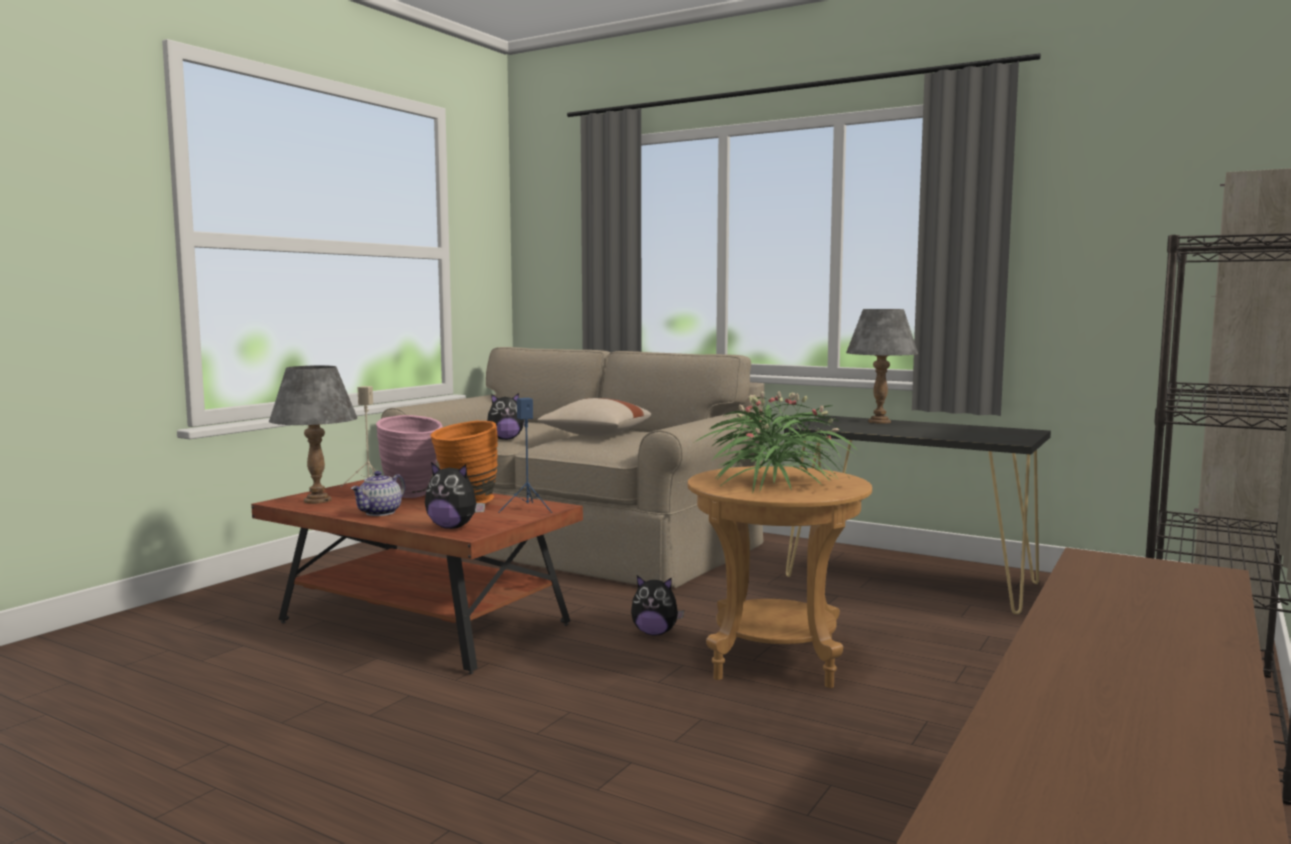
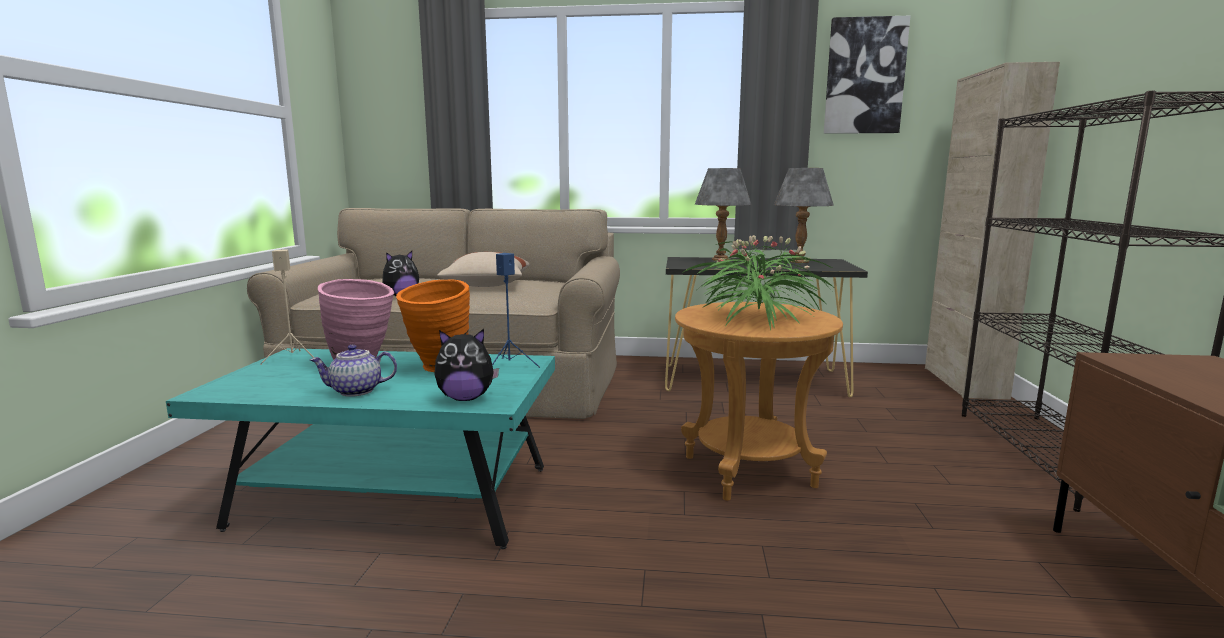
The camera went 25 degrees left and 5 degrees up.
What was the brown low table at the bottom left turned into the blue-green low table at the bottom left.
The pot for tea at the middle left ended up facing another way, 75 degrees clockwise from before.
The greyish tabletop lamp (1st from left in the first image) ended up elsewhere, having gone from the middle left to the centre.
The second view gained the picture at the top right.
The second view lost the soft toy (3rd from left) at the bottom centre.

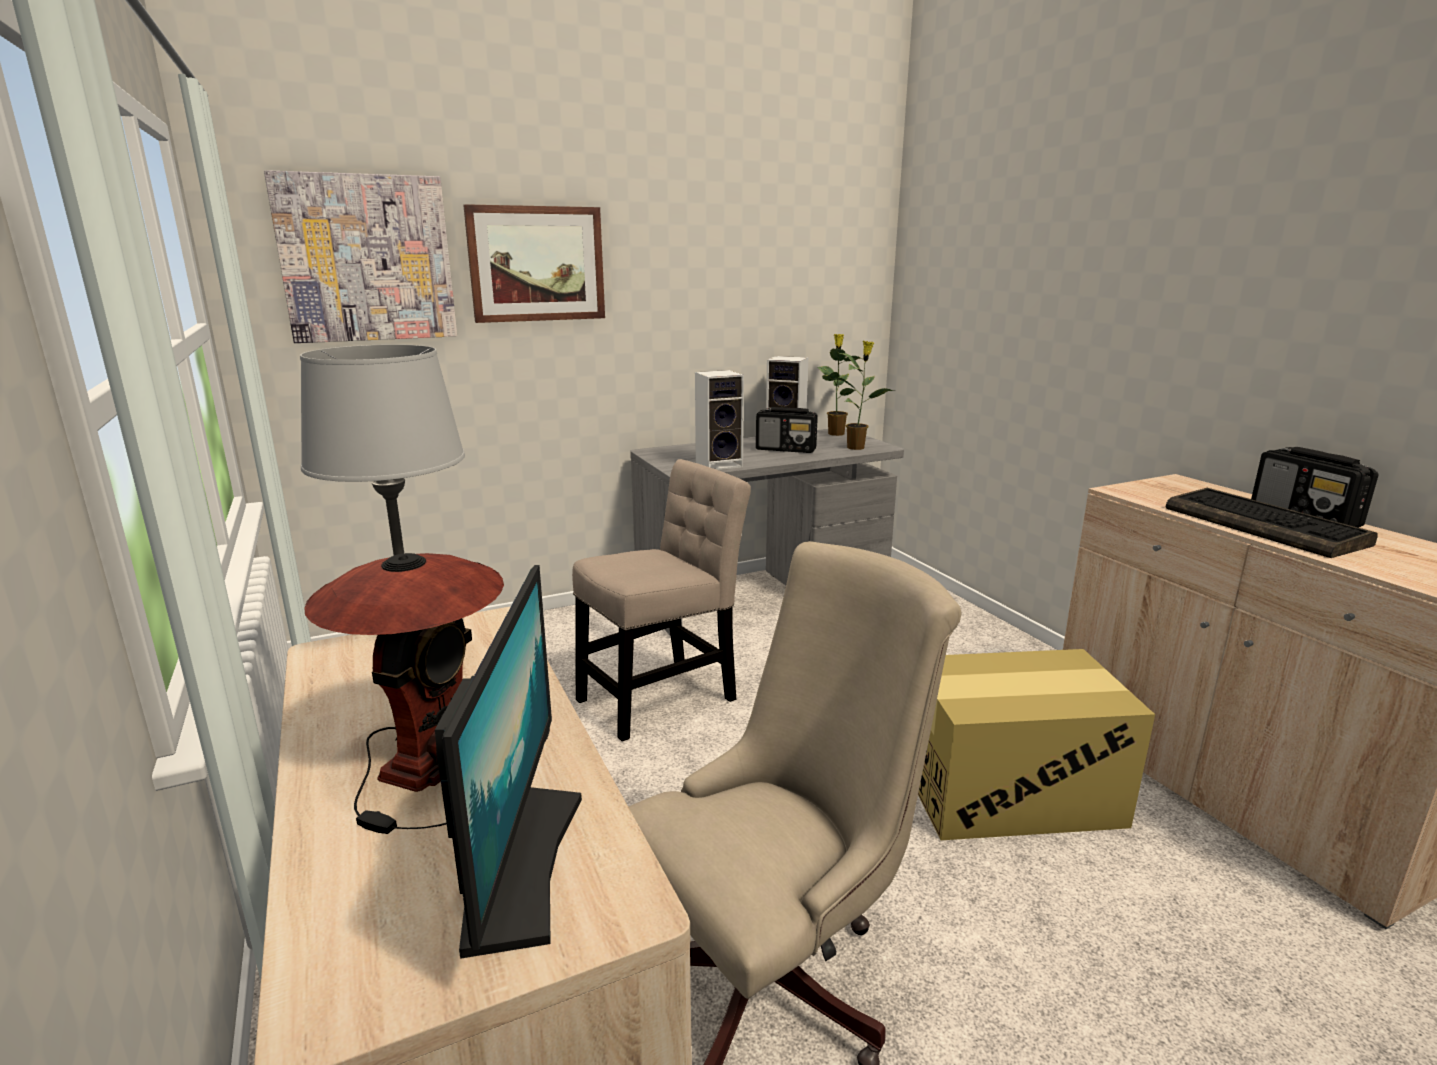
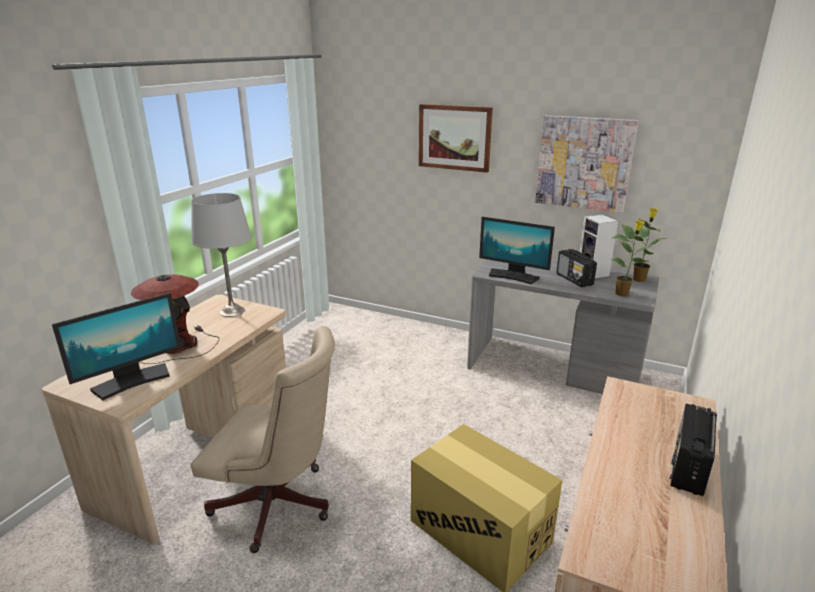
The camera went 50 degrees right and 5 degrees up.
Where the audio speaker (1st from left) stood at the centre, the computer display (2nd from left) came to stand at the centre.
The picture (1st from left in the first image) ended up elsewhere, having gone from the top left to the top right.
The second view lost the beige plain chair at the centre.
The second view lost the computer keyboard at the middle right.

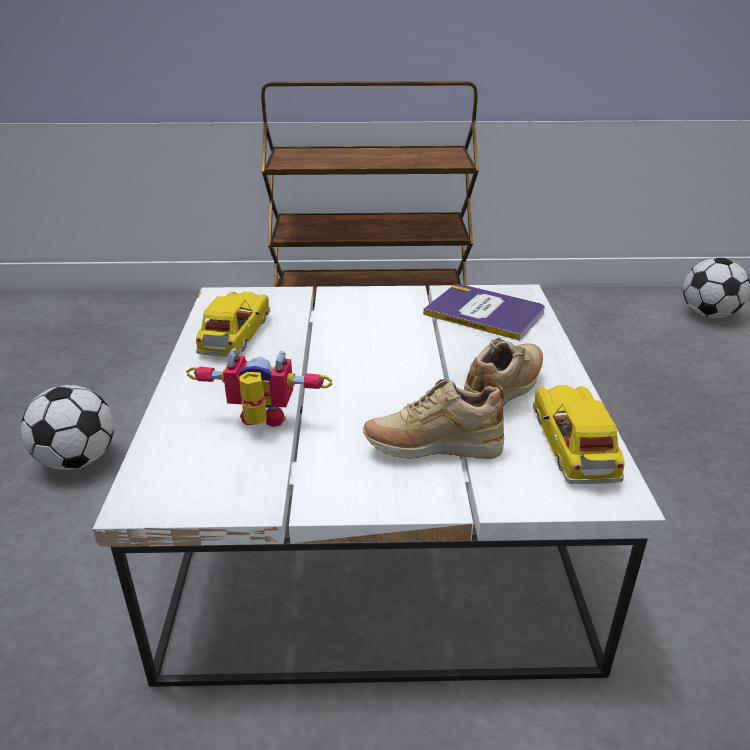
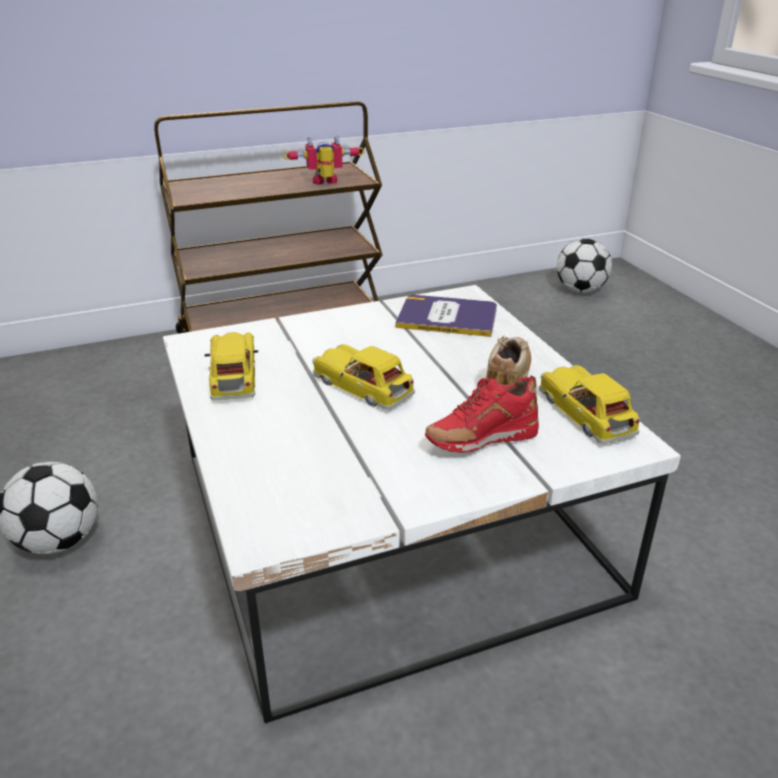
The camera went 20 degrees left and 0 degrees up.
The robot figure ended up elsewhere, having gone from the centre to the top centre.
The second view gained the toy car (2nd from left) at the centre.
What was the beige shoe (1st from left) at the centre turned into the reddish shoe at the centre.

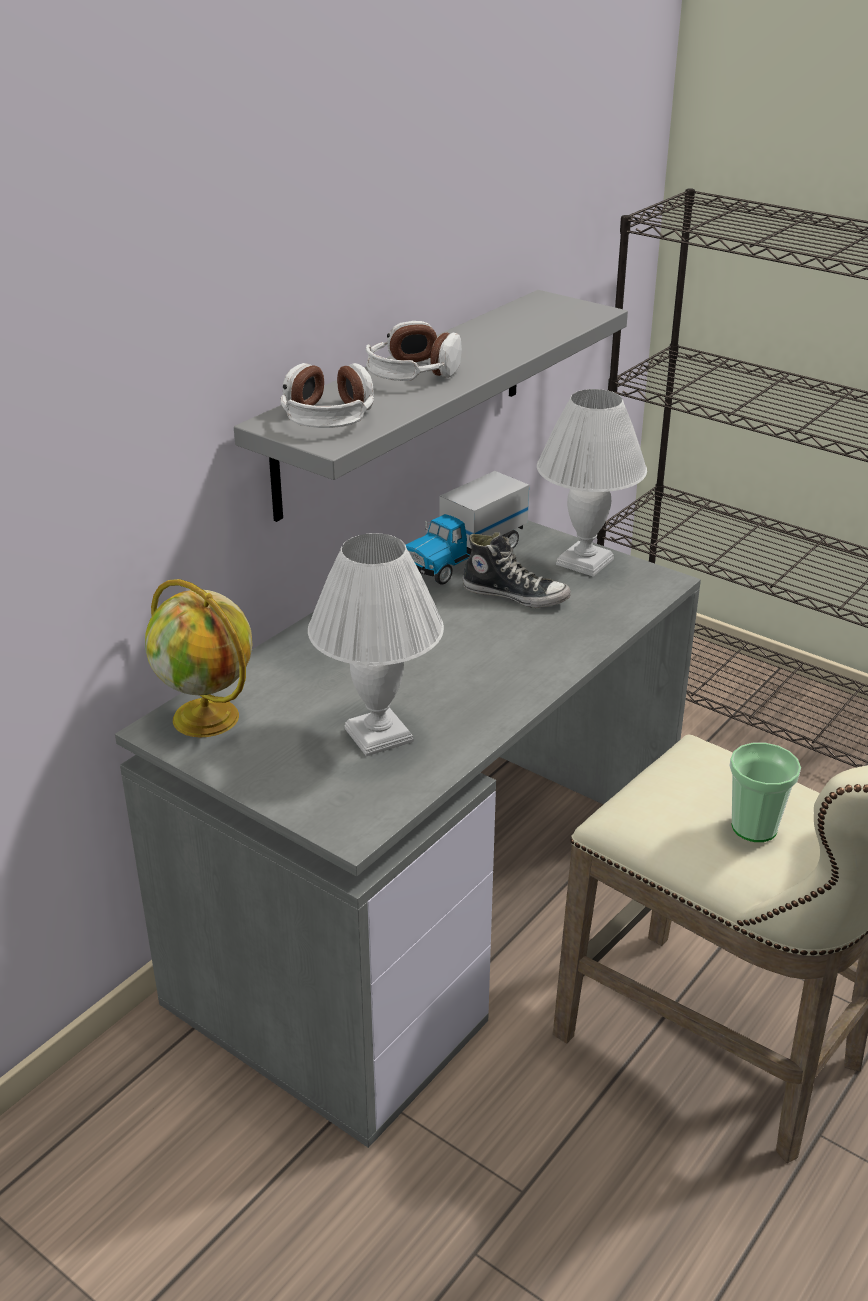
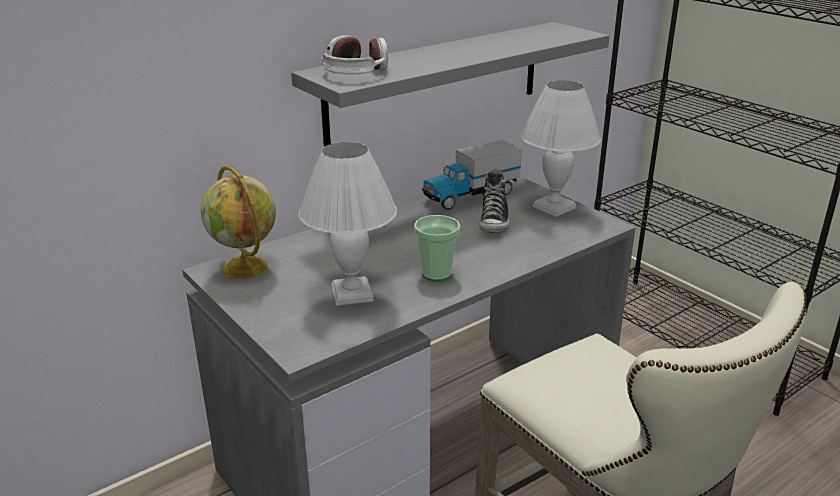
The camera went 15 degrees right and 5 degrees down.
The cup ended up elsewhere, having gone from the middle right to the centre.
The shoe at the centre ended up facing another way, 60 degrees clockwise from before.
The second view lost the headphones (2nd from left) at the top centre.

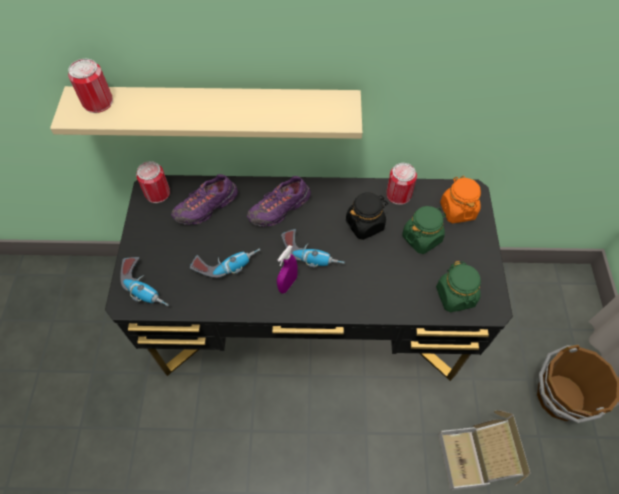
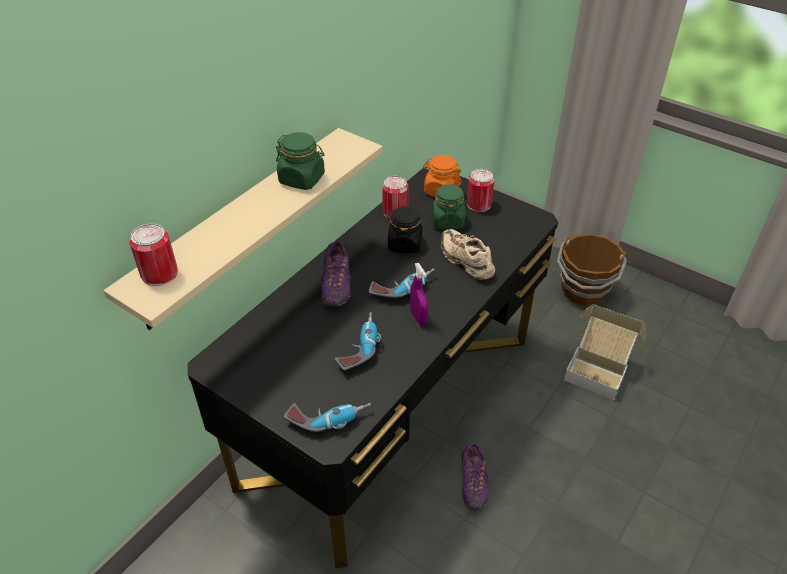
The camera went 55 degrees left and 15 degrees down.
The green-coloured storage jar (2nd from left in the first image) ended up elsewhere, having gone from the middle right to the top centre.
The second view gained the beige shoe at the centre.
The purple shoe (1st from left in the first image) ended up elsewhere, having gone from the middle left to the bottom centre.
The sealed can (2nd from left in the first image) ended up elsewhere, having gone from the middle left to the top centre.

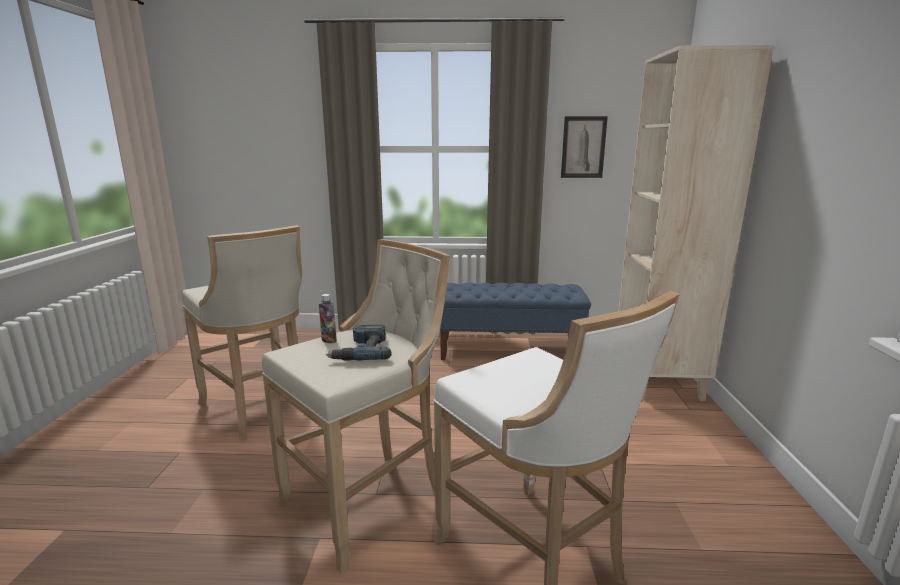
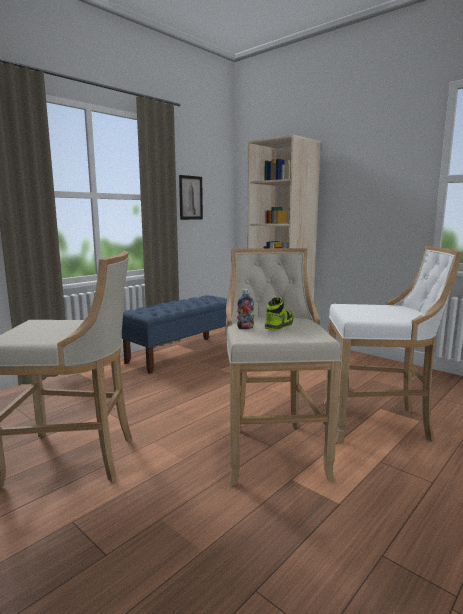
The camera went 50 degrees left and 5 degrees down.
Where the power drill stood at the centre, the shoe came to stand at the centre.

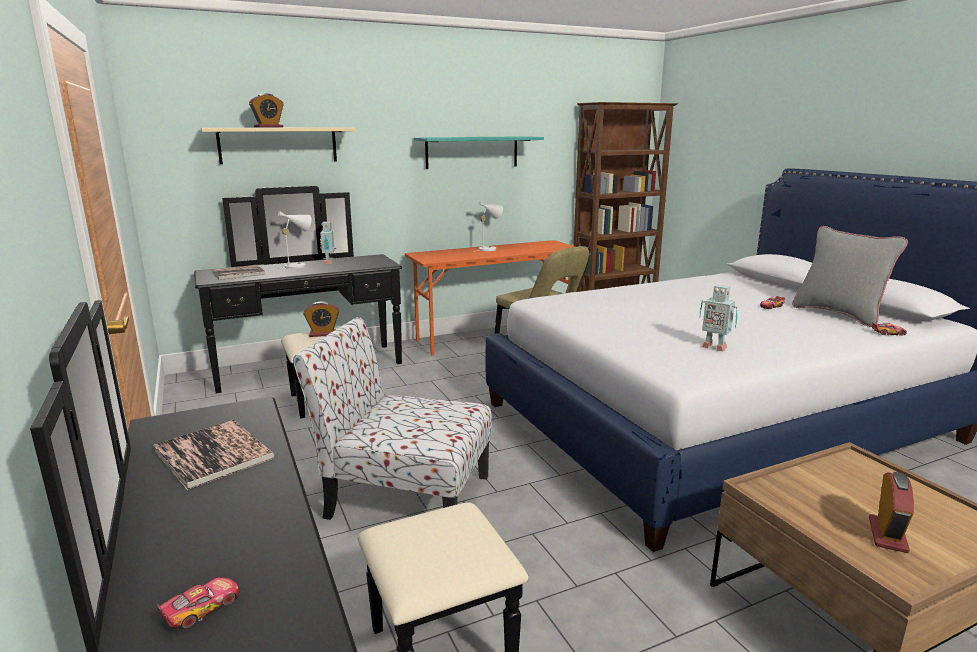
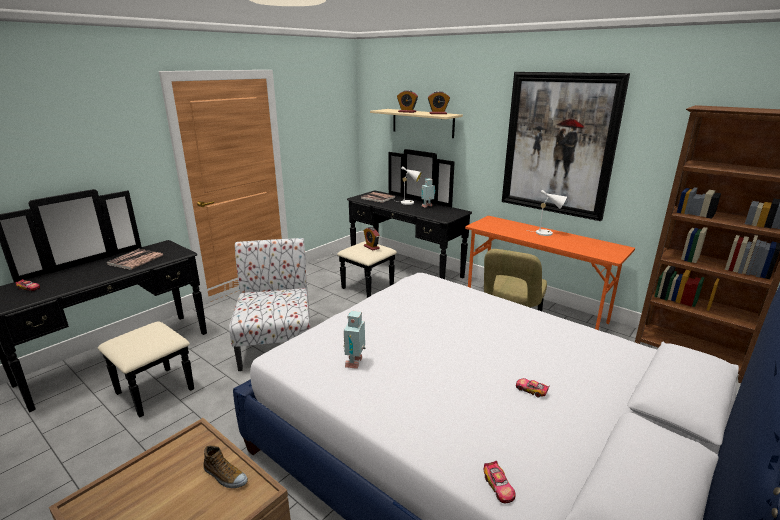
The camera went 65 degrees right and 5 degrees up.
The second view gained the shoe at the bottom left.
The table clock (3rd from left) ended up elsewhere, having gone from the bottom right to the top centre.
Where the blue-green bracket shelf hung at the top centre, the picture came to hang at the top right.
The second view lost the greyish pillow at the middle right.

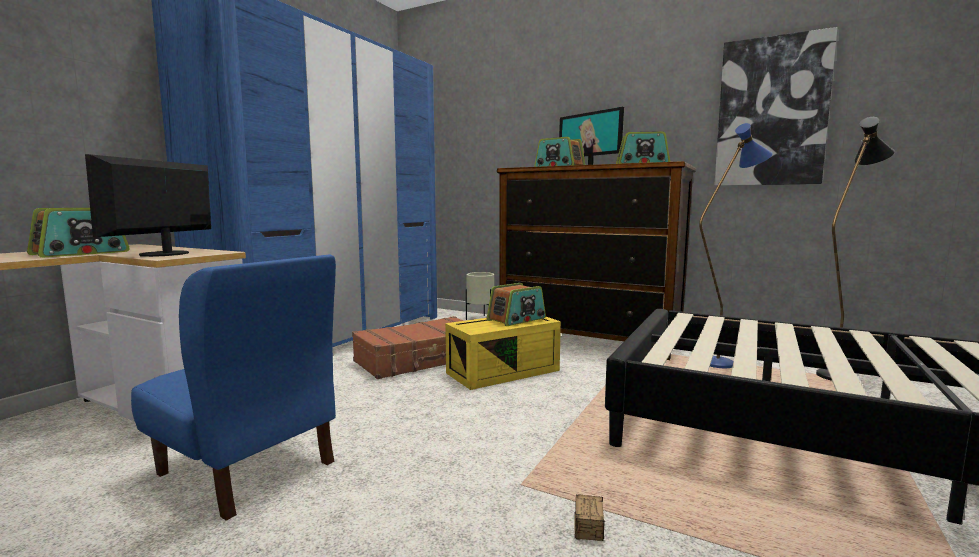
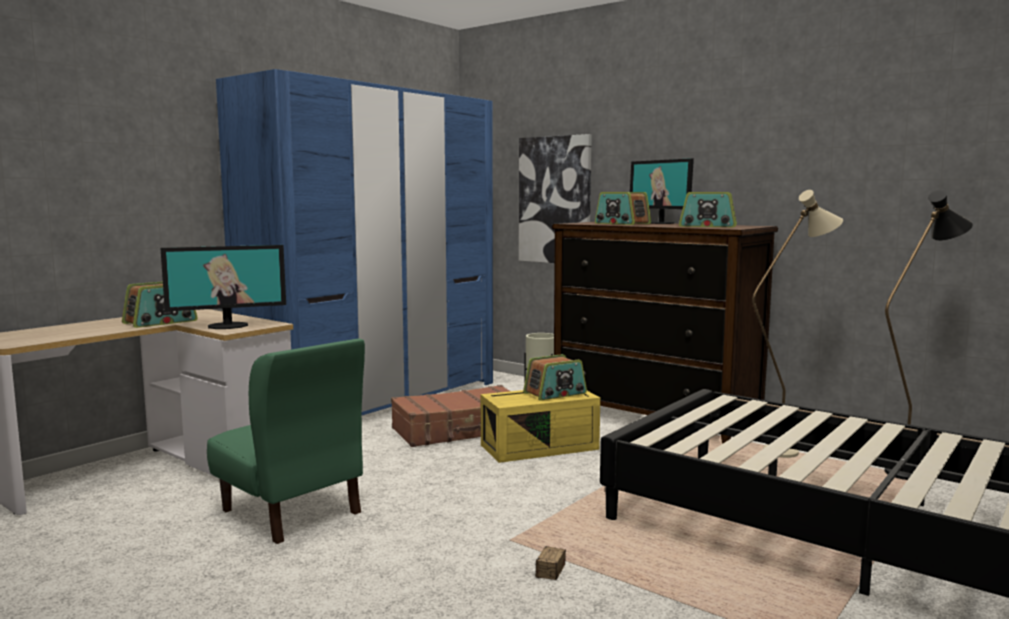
The camera went 10 degrees right and 0 degrees up.
The computer display (1st from left) at the middle left ended up facing another way, 135 degrees counterclockwise from before.
What was the blue plain chair at the bottom left turned into the green-coloured plain chair at the bottom left.
The picture ended up elsewhere, having gone from the top right to the top centre.
What was the blue standing lamp at the middle right turned into the beige standing lamp at the middle right.

